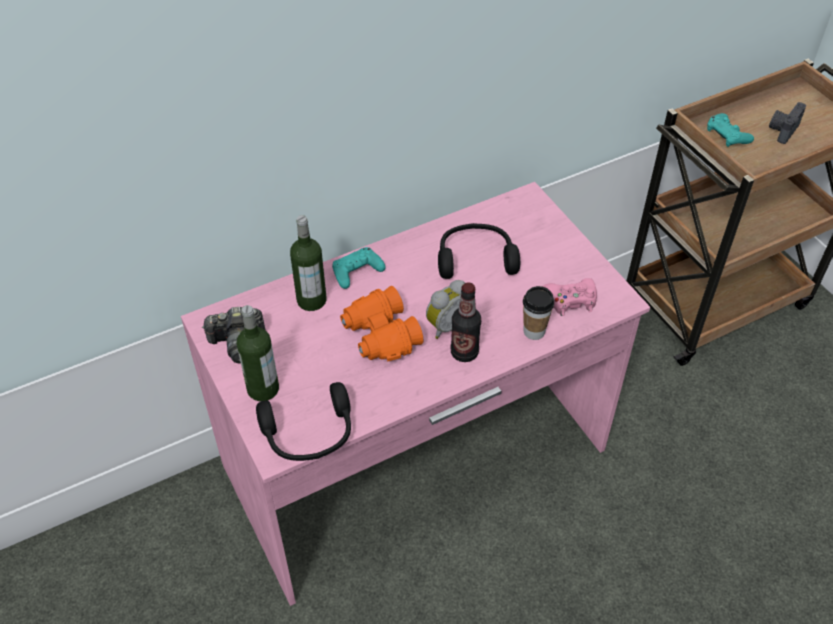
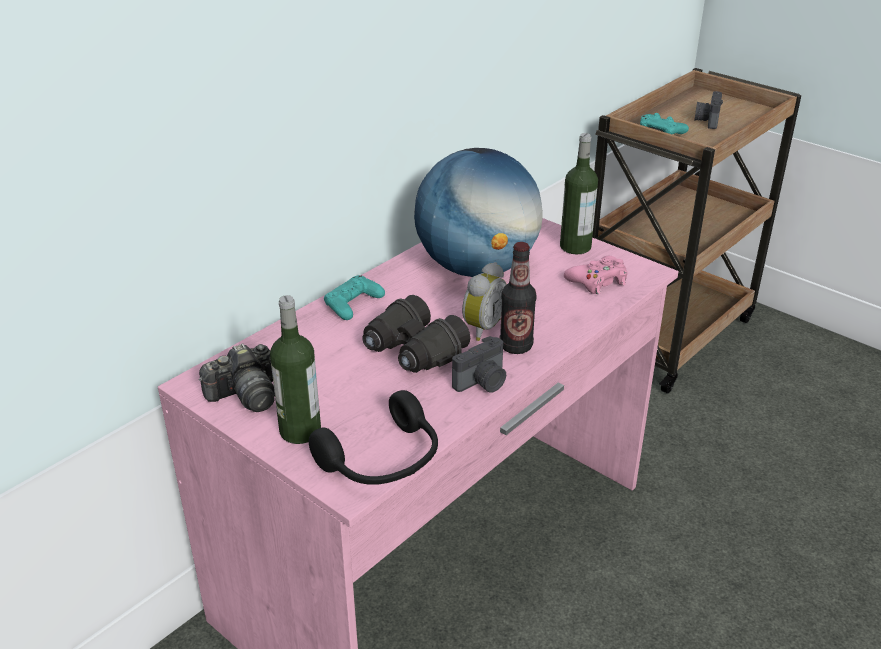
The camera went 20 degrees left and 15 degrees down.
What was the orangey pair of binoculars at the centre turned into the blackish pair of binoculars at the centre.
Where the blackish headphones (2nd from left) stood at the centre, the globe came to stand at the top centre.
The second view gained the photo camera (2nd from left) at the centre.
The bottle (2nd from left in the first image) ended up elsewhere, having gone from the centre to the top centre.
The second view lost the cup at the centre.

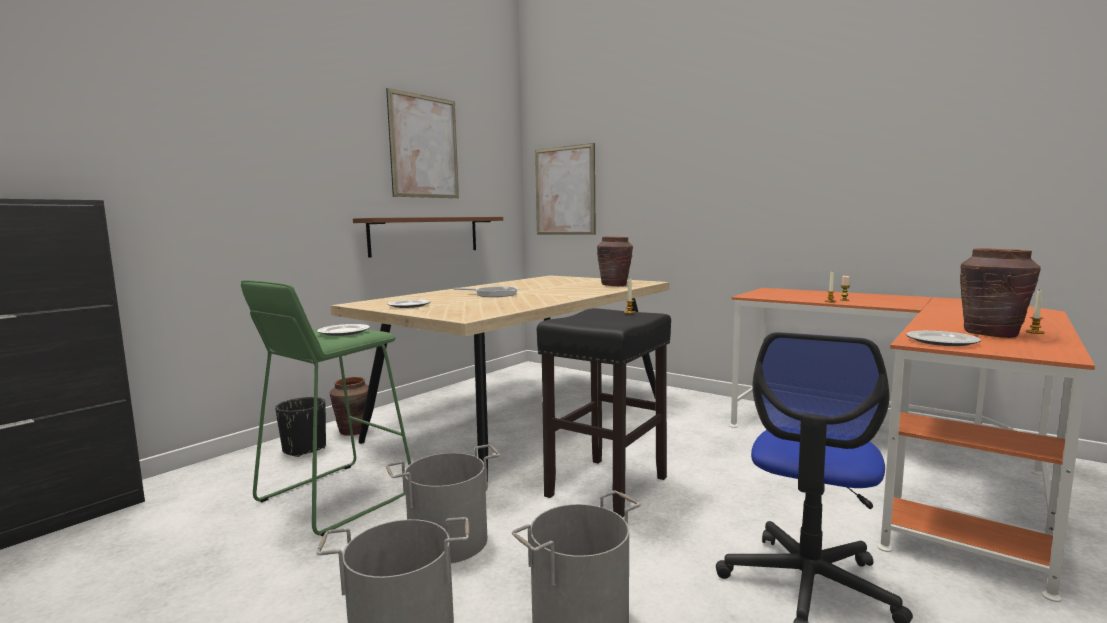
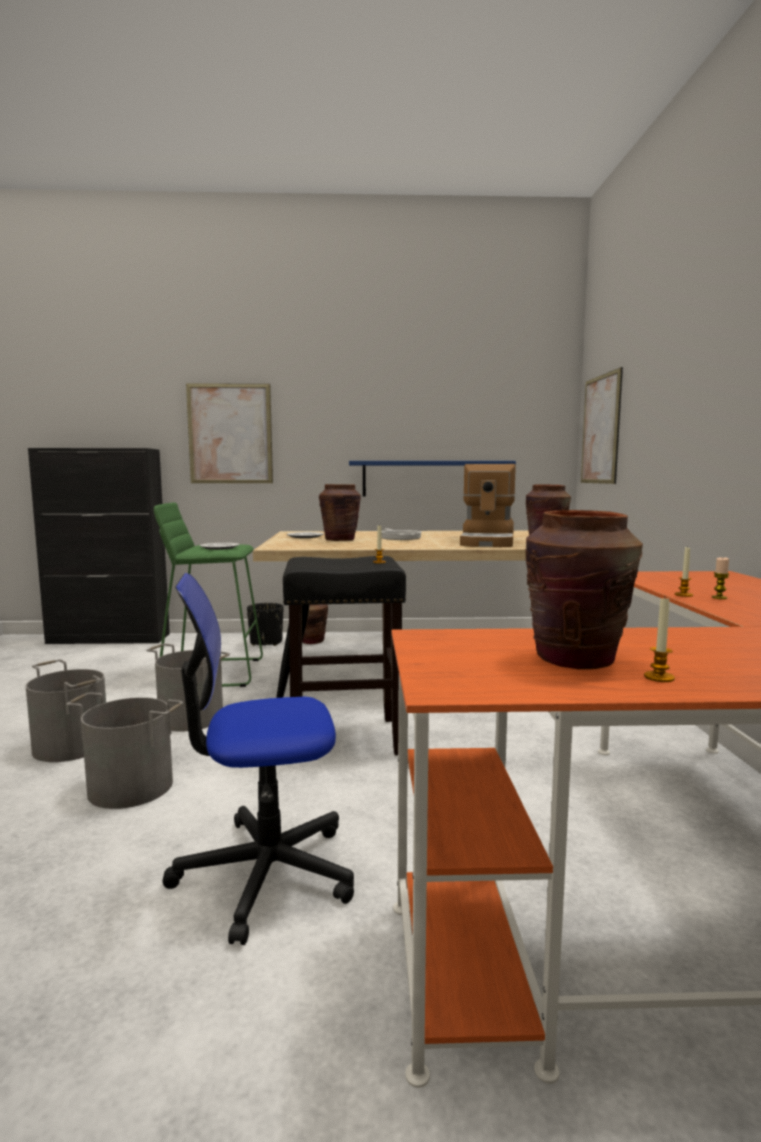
The camera went 50 degrees right and 0 degrees up.
The picture (1st from left) ended up elsewhere, having gone from the top centre to the middle left.
The second view gained the brown decorative vase (2nd from left) at the centre.
What was the brown bracket shelf at the centre turned into the blue bracket shelf at the centre.
The second view gained the coffee machine at the centre.
The second view lost the dinner plate (3rd from left) at the middle right.

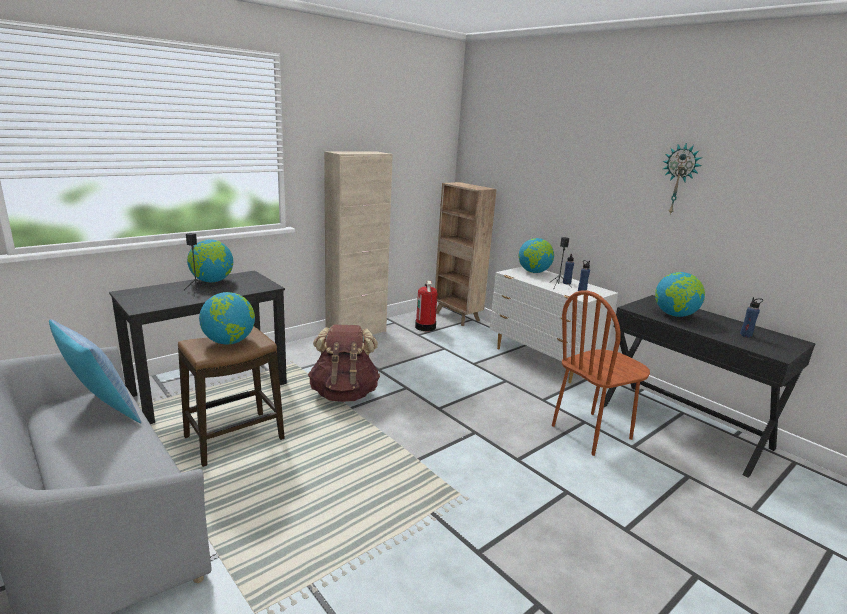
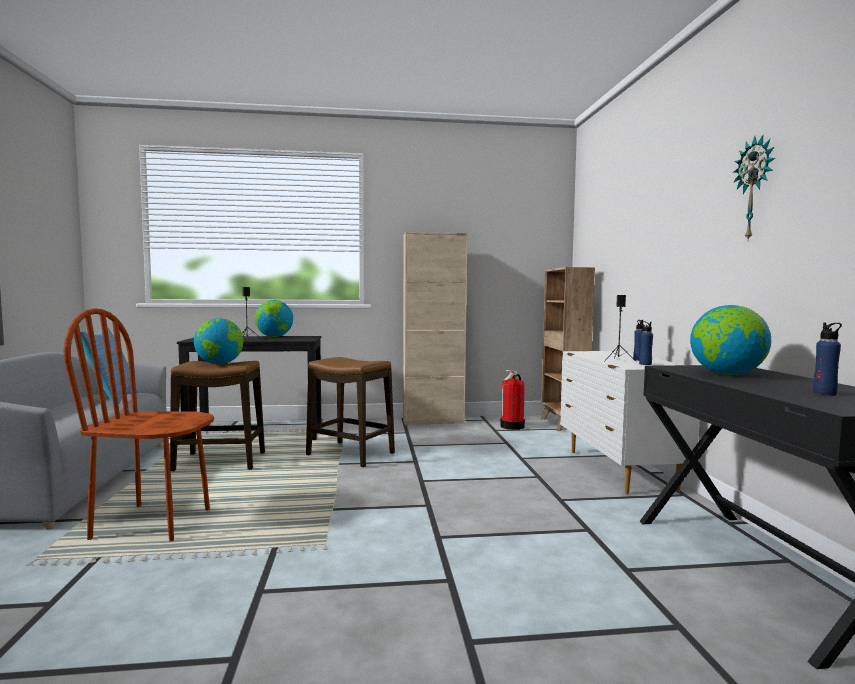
The camera went 35 degrees right and 15 degrees down.
The brown plain chair ended up elsewhere, having gone from the middle right to the middle left.
Where the brown knapsack stood at the centre, the stool seat (2nd from left) came to stand at the centre.
The second view lost the globe (3rd from left) at the centre.

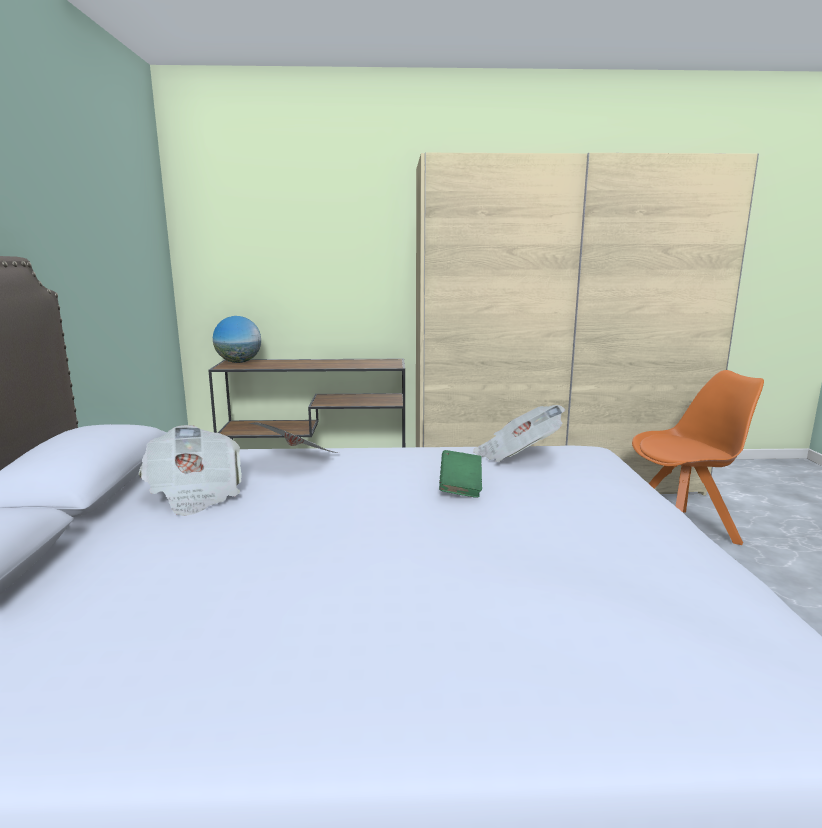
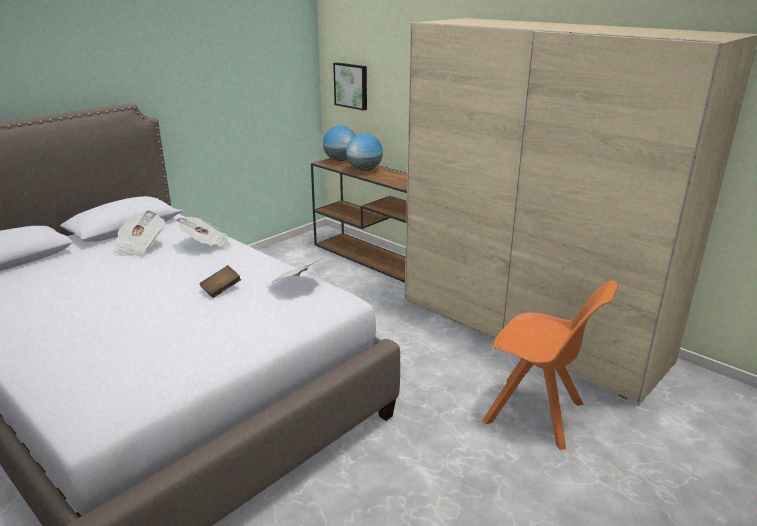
The camera went 45 degrees right and 10 degrees up.
What was the green-coloured book at the centre turned into the brown book at the middle left.
The second view gained the picture at the top centre.
The second view gained the globe (2nd from left) at the top centre.

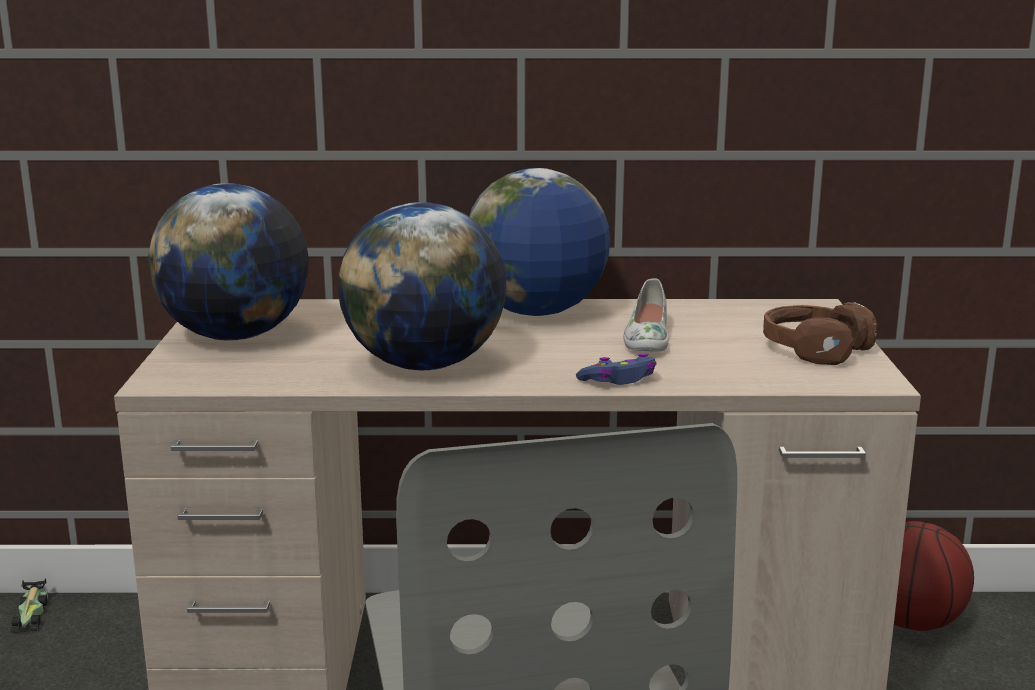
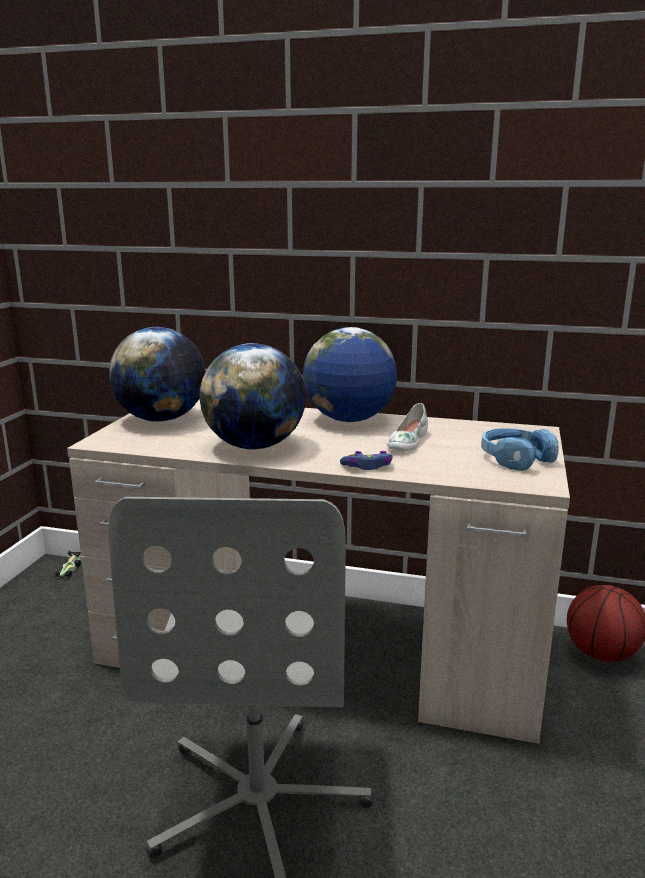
The camera went 15 degrees right and 0 degrees up.
What was the brown headphones at the middle right turned into the blue headphones at the middle right.

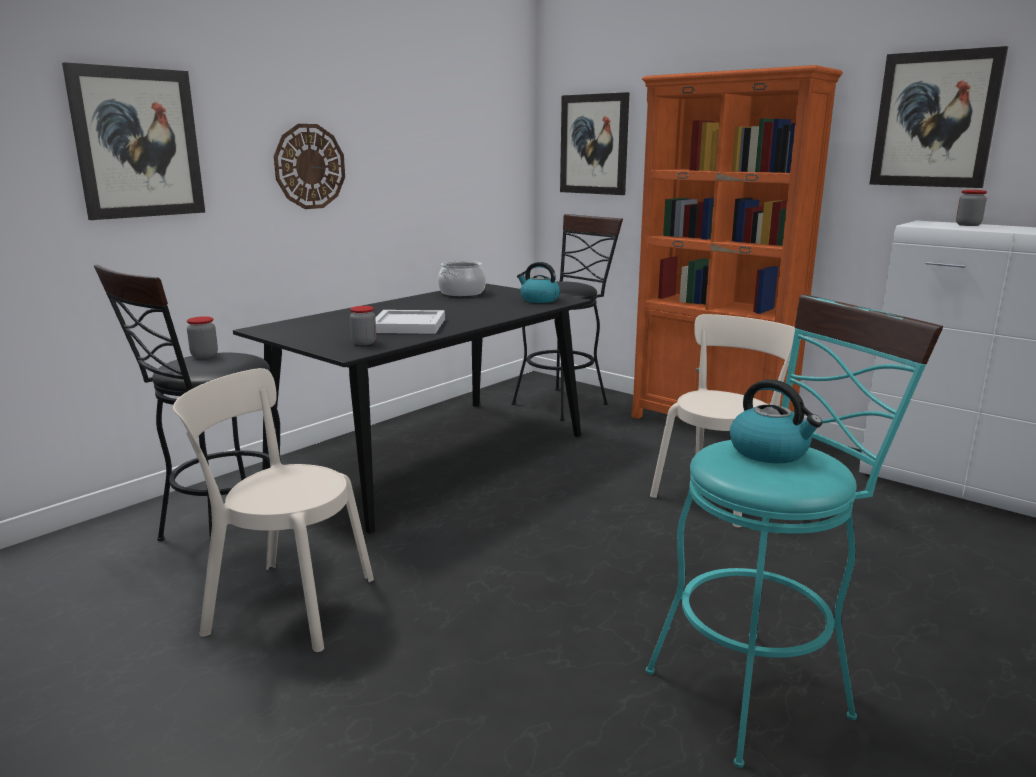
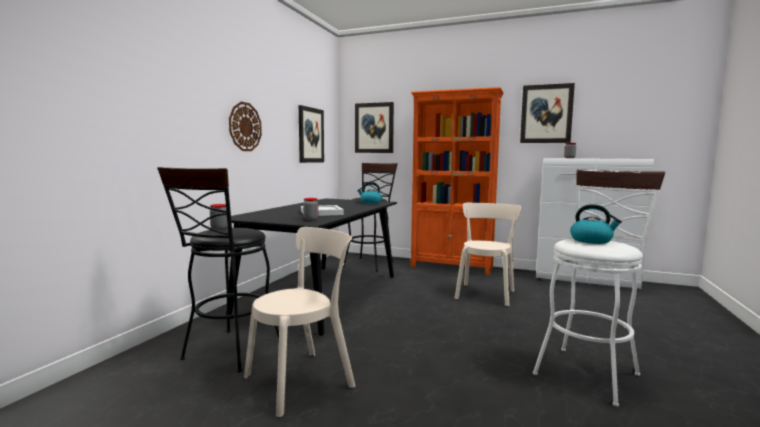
The camera went 20 degrees left and 10 degrees down.
The beige plain chair (1st from left) at the middle left ended up facing another way, 150 degrees clockwise from before.
The picture (1st from left) ended up elsewhere, having gone from the top left to the top centre.
What was the blue-green stool seat at the bottom right turned into the white-coloured stool seat at the bottom right.
The second view lost the stockpot at the centre.

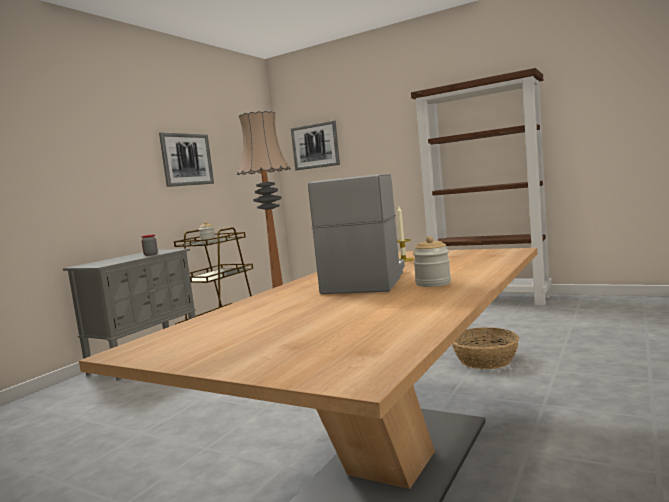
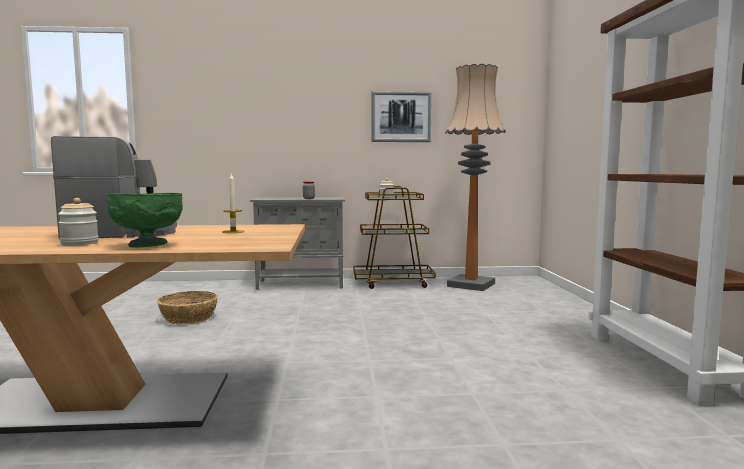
The camera went 55 degrees right and 0 degrees up.
The second view gained the green-coloured deep dish at the middle left.
The basket ended up elsewhere, having gone from the bottom right to the middle left.
The second view lost the picture (2nd from left) at the top centre.

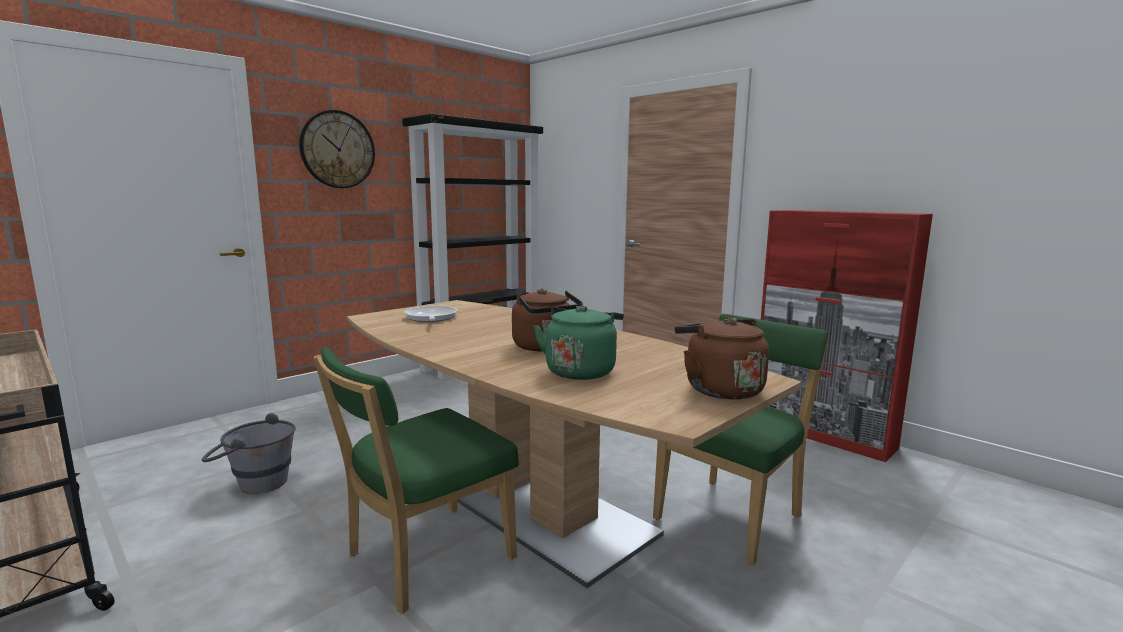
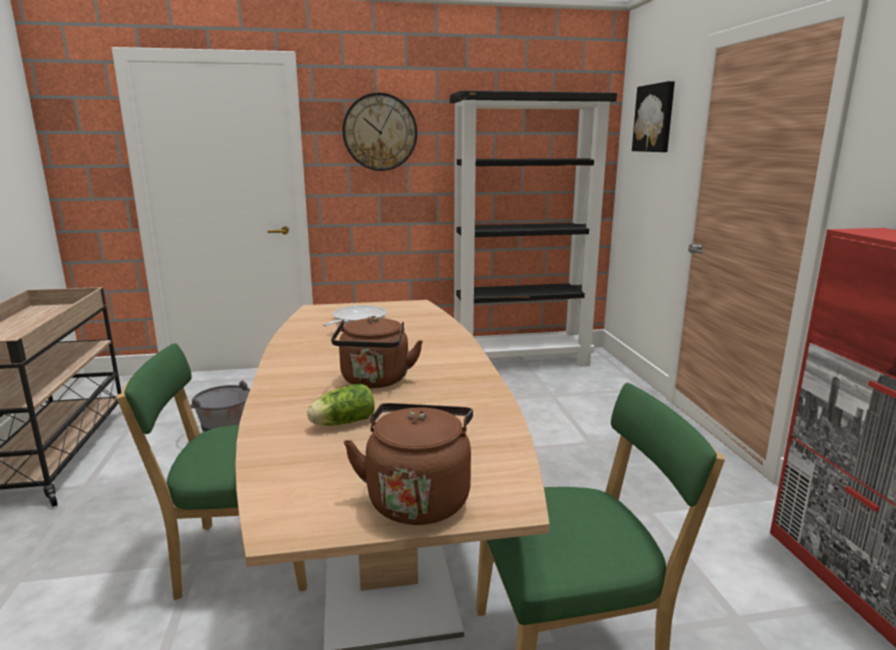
The camera went 35 degrees right and 5 degrees up.
Where the green-coloured water kettle stood at the centre, the lettuce came to stand at the centre.
The second view gained the picture at the top right.

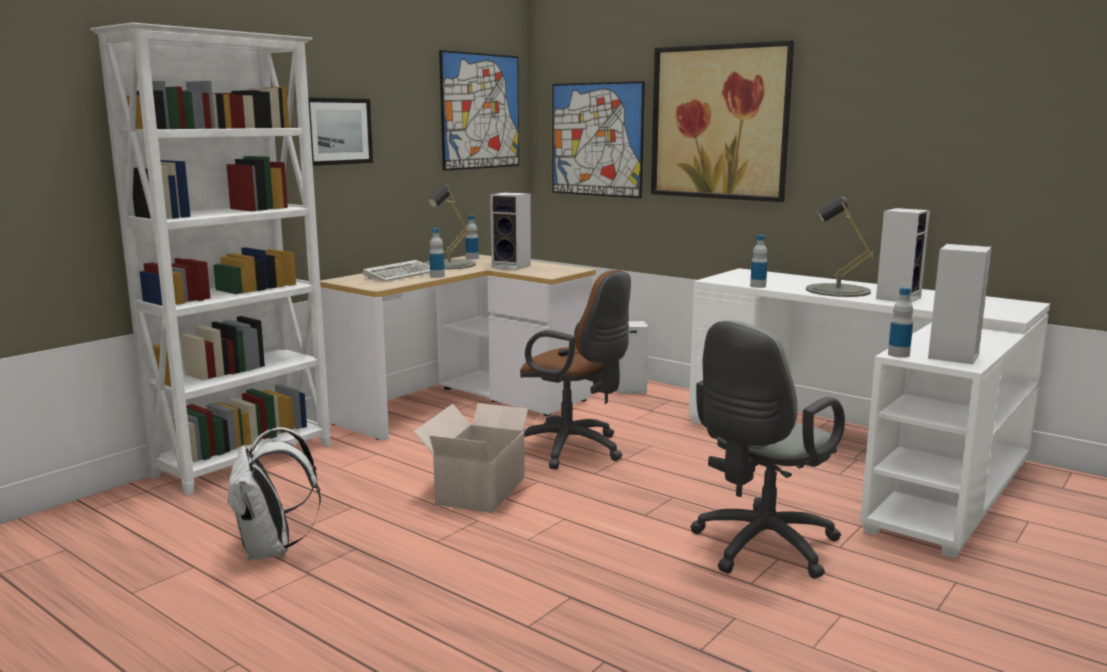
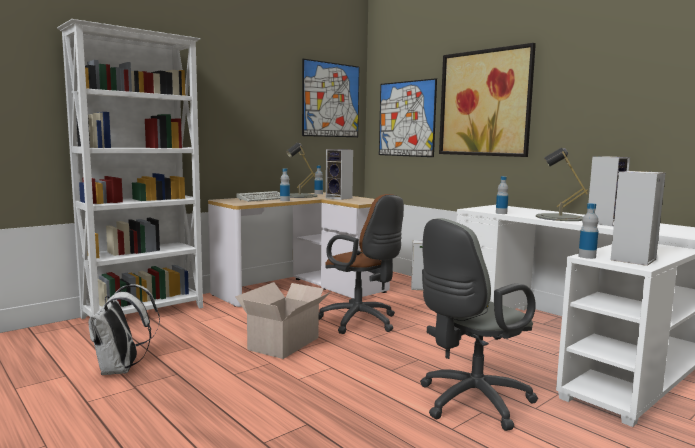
The camera went 10 degrees right and 5 degrees down.
The second view lost the picture (1st from left) at the top left.

